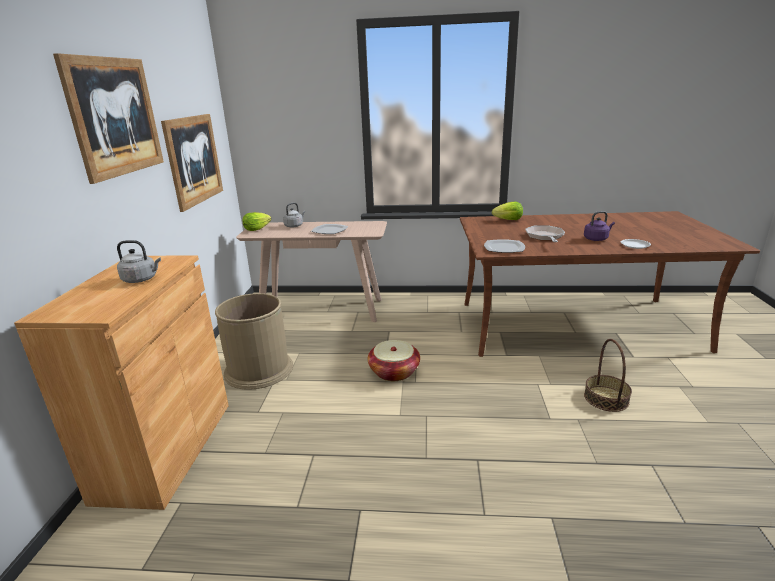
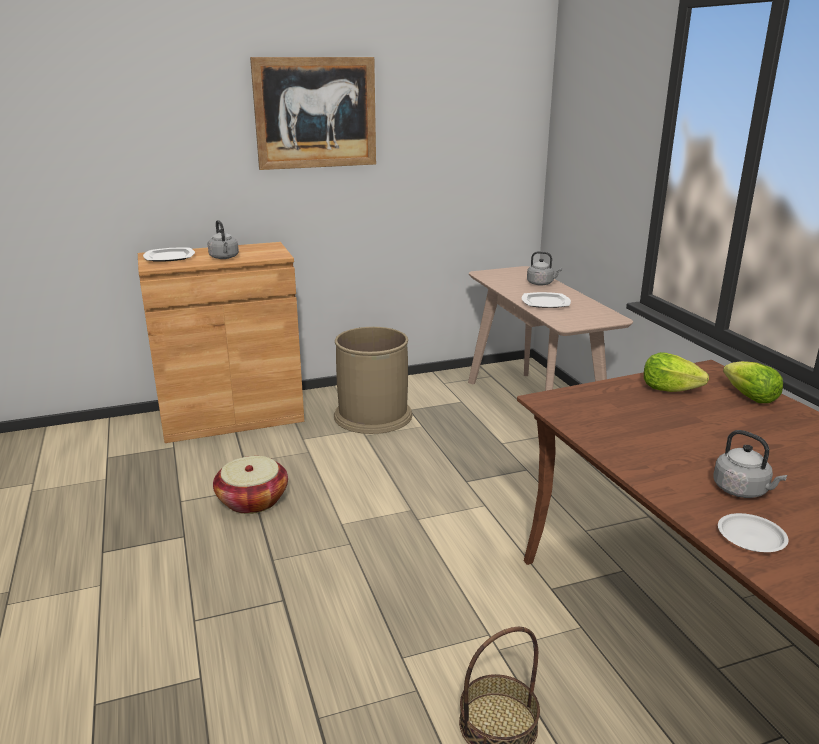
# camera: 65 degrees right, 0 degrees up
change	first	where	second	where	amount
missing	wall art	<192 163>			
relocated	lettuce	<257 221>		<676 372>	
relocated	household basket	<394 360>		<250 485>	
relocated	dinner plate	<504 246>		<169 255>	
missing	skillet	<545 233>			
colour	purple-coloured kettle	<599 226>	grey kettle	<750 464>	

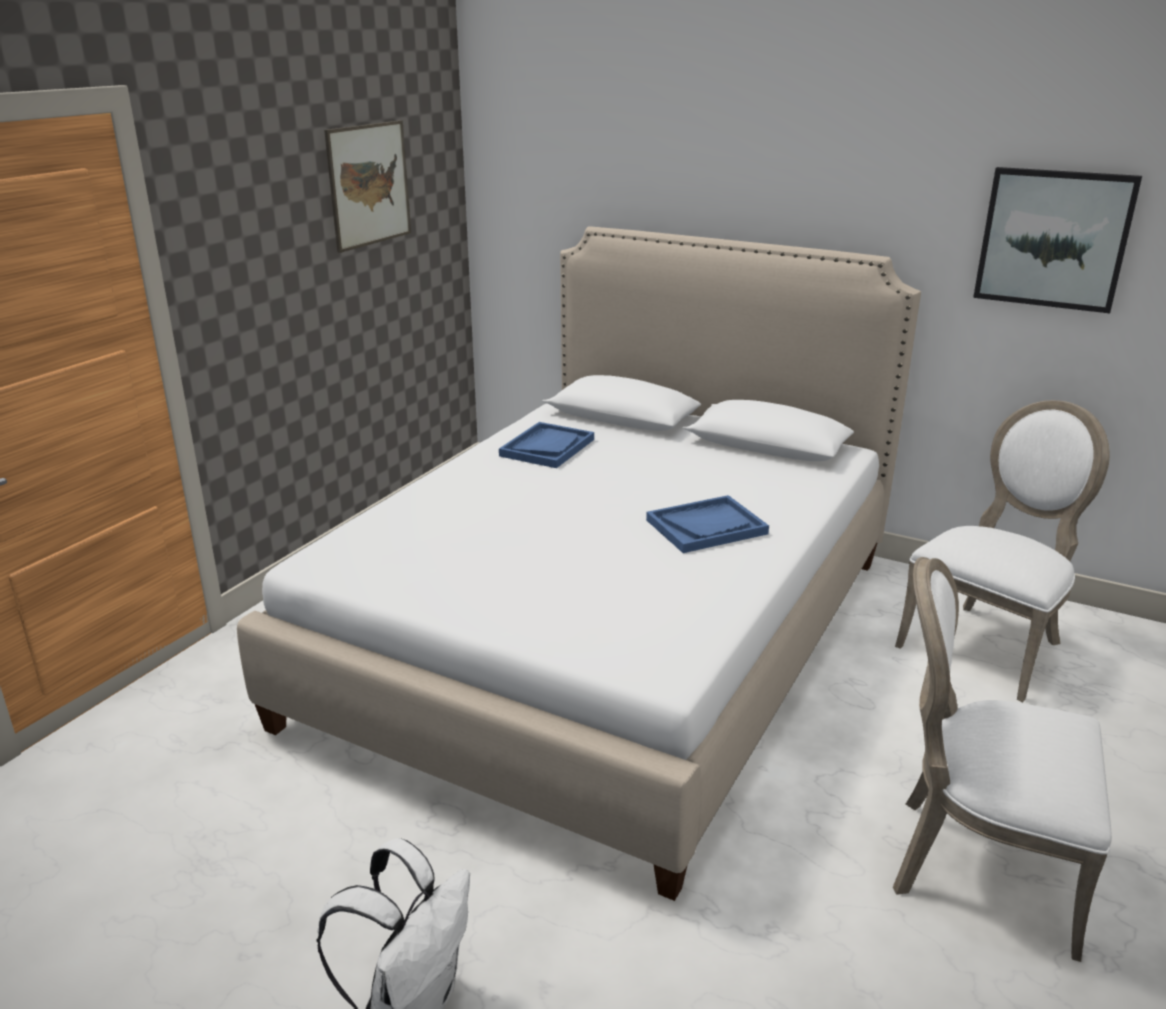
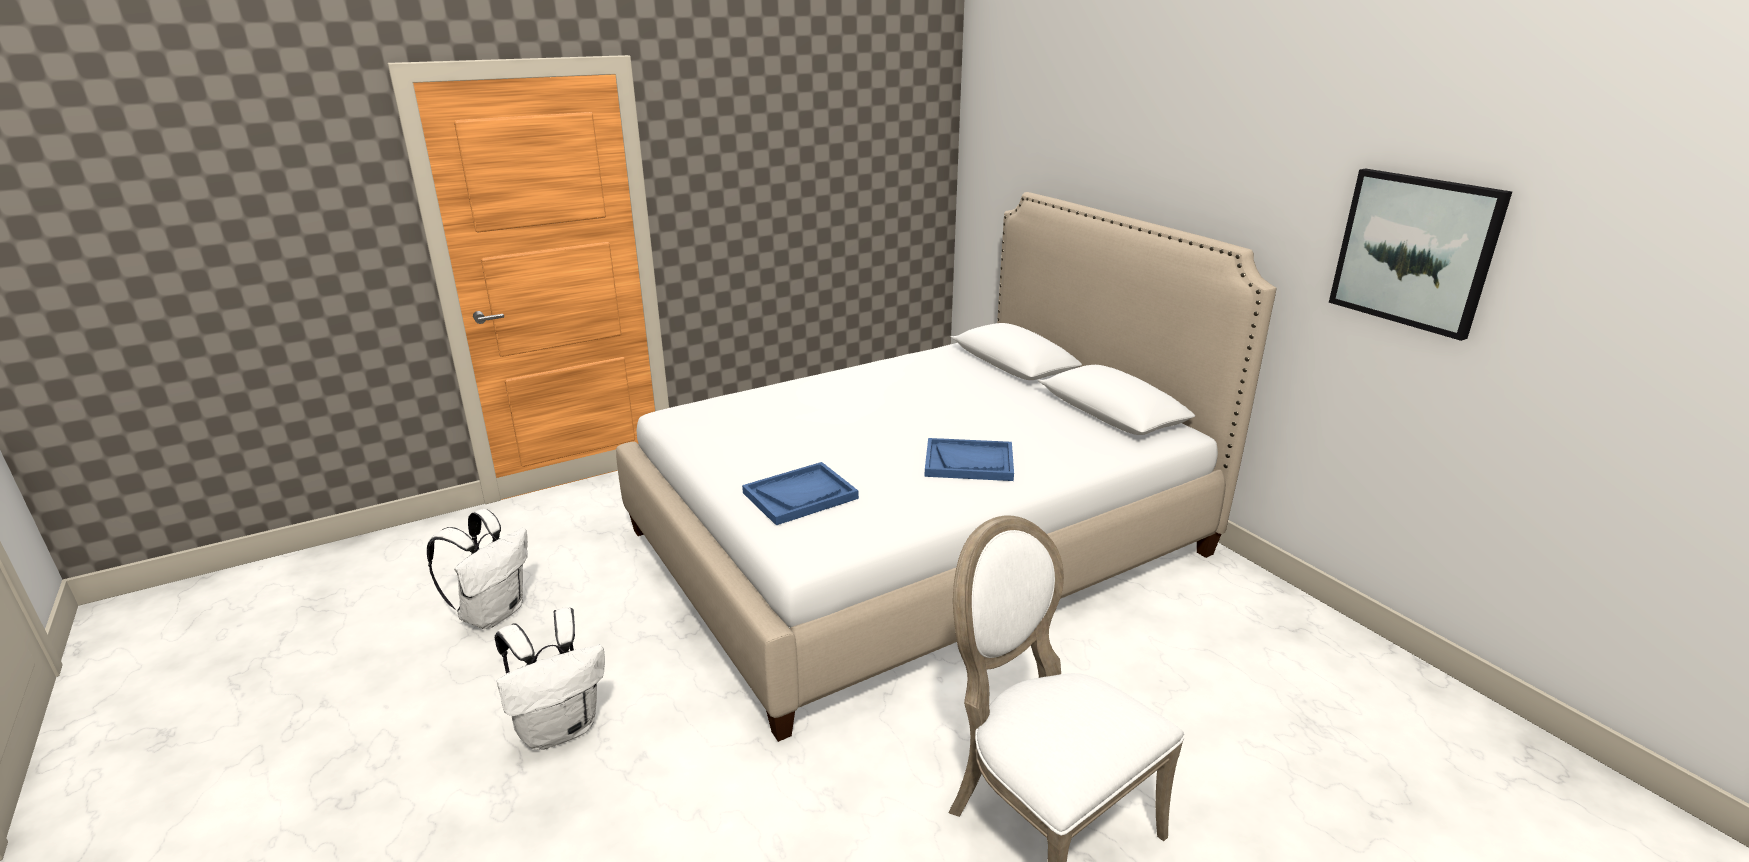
# camera: 30 degrees right, 0 degrees up
change	first	where	second	where	amount
missing	wall art	<367 186>			
relocated	blue tray	<546 445>		<800 493>	
missing	whitish plain chair	<1002 551>			
appeared			whitish knapsack	<477 569>	

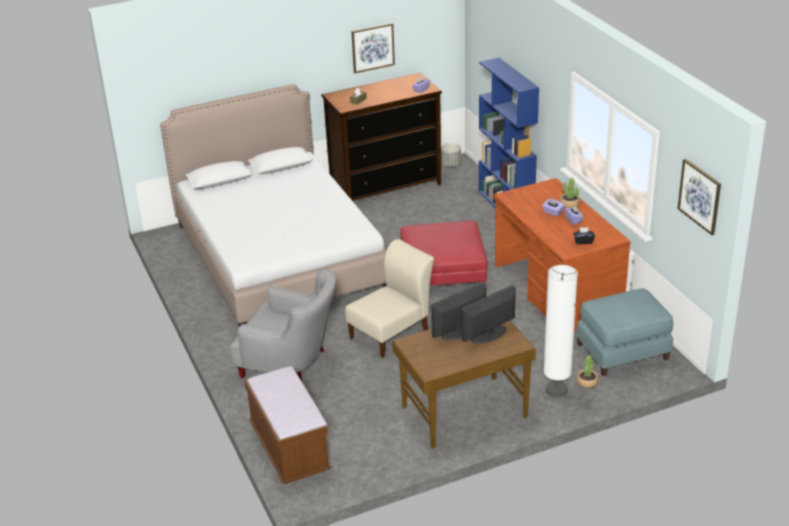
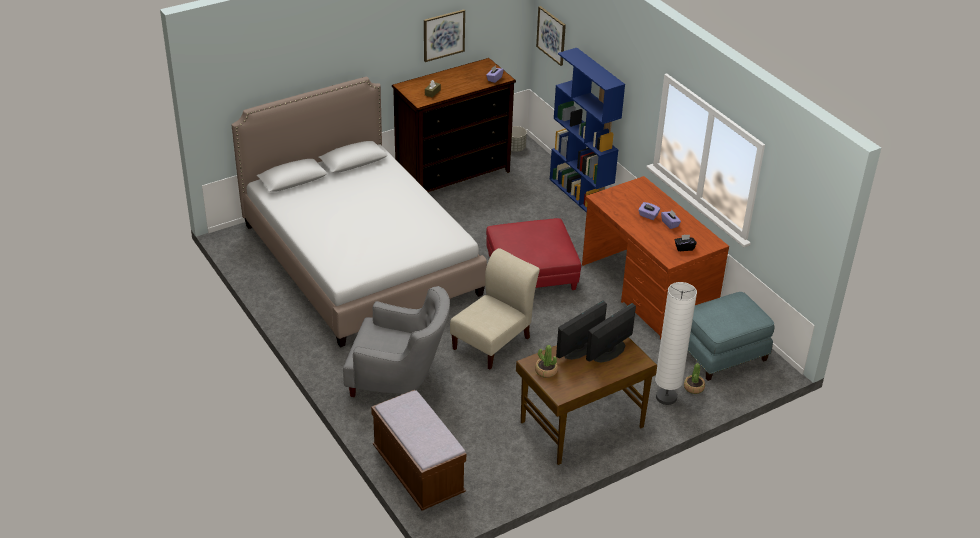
# camera: 10 degrees left, 5 degrees up
change	first	where	second	where	amount
relocated	plant in a pot	<570 193>		<546 361>	
relocated	wall art	<699 197>		<551 36>	

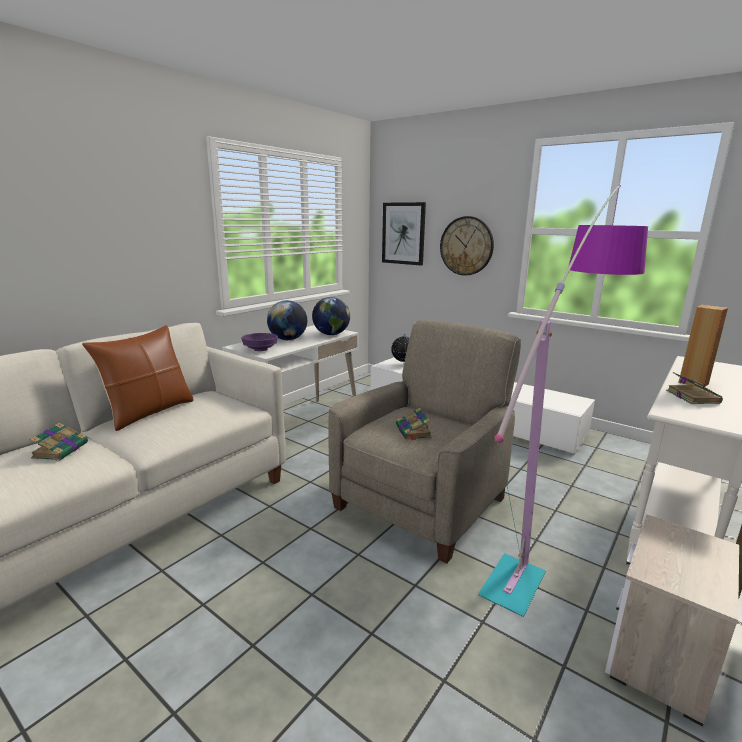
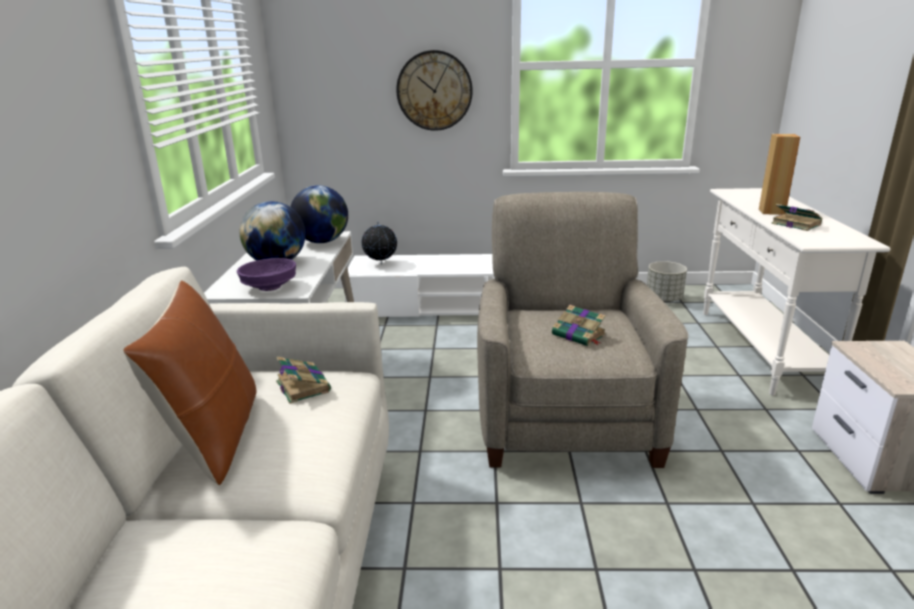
# camera: 35 degrees left, 5 degrees up
change	first	where	second	where	amount
relocated	volume	<59 442>		<303 380>	
missing	wall art	<404 234>			
missing	standard lamp	<563 401>			
appeared			grey flower pot	<667 281>	

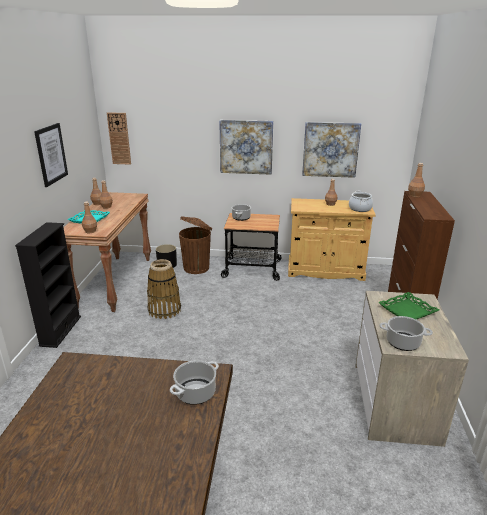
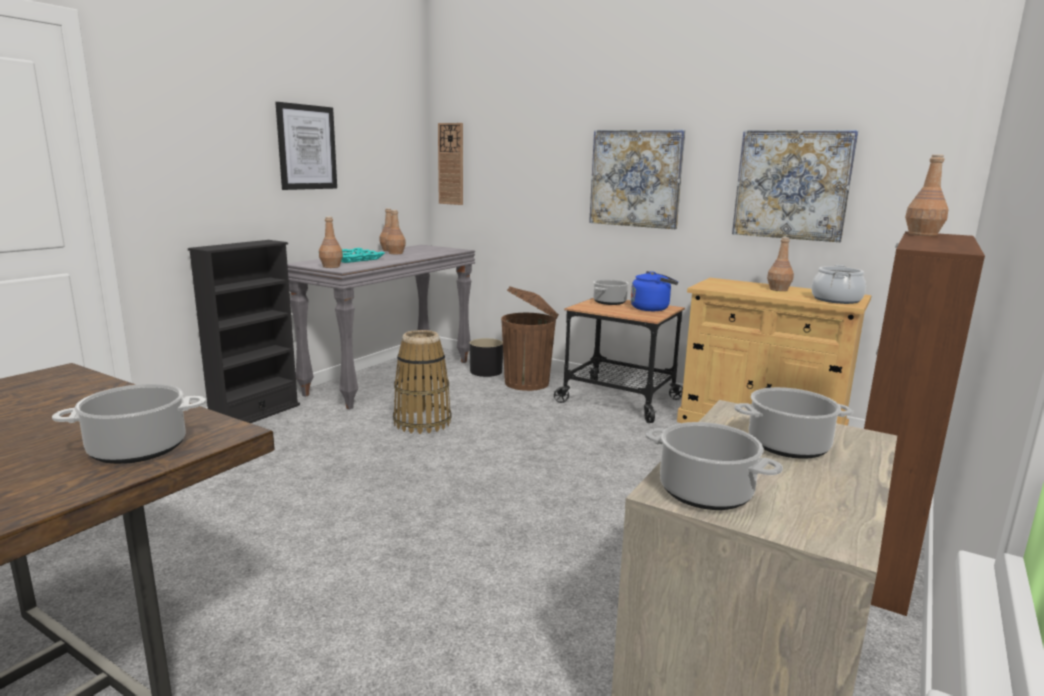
# camera: 25 degrees right, 10 degrees down
change	first	where	second	where	amount
colour	brown hall table	<107 252>	grey hall table	<381 327>	
exchanged	green-coloured tray	<408 306>	cooking pot	<794 423>	
appeared			blue kettle	<654 291>	

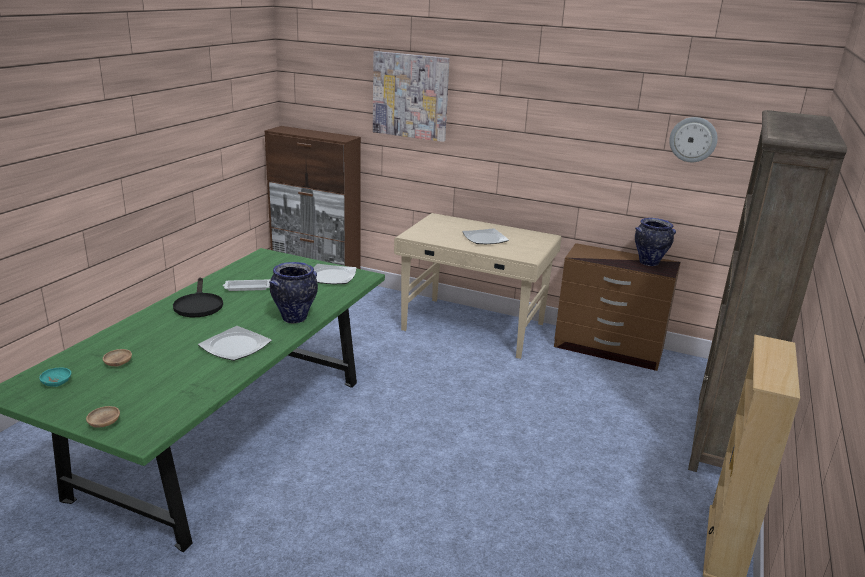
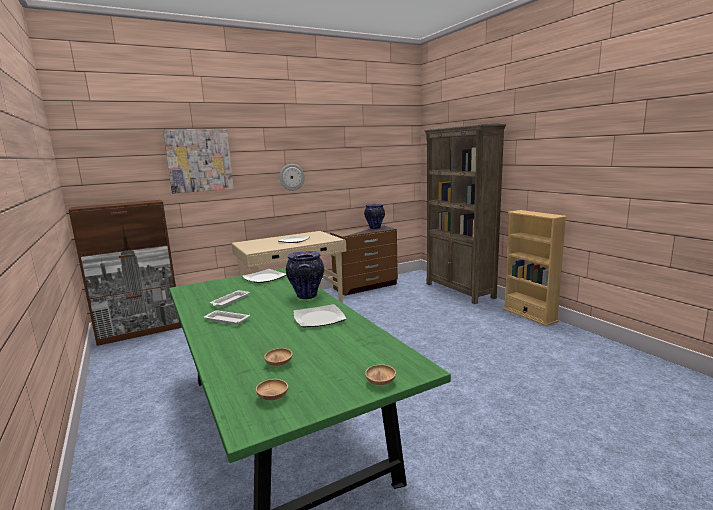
# camera: 50 degrees left, 10 degrees down
change	first	where	second	where	amount
colour	blue-green bowl	<55 377>	brown bowl	<272 389>	
exchanged	black skillet	<198 297>	whitish tray	<226 317>	
relocated	clock on the wall	<693 139>		<292 177>	

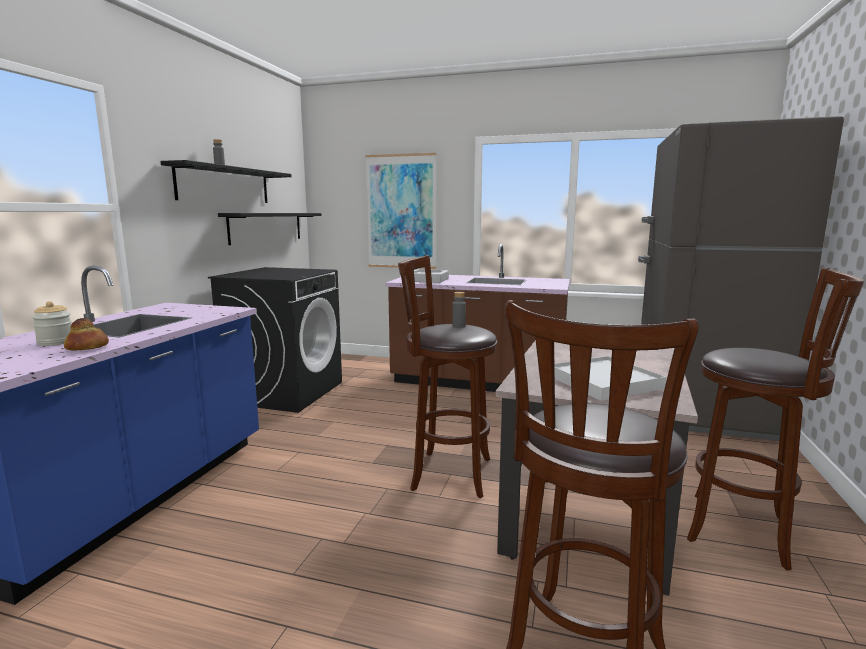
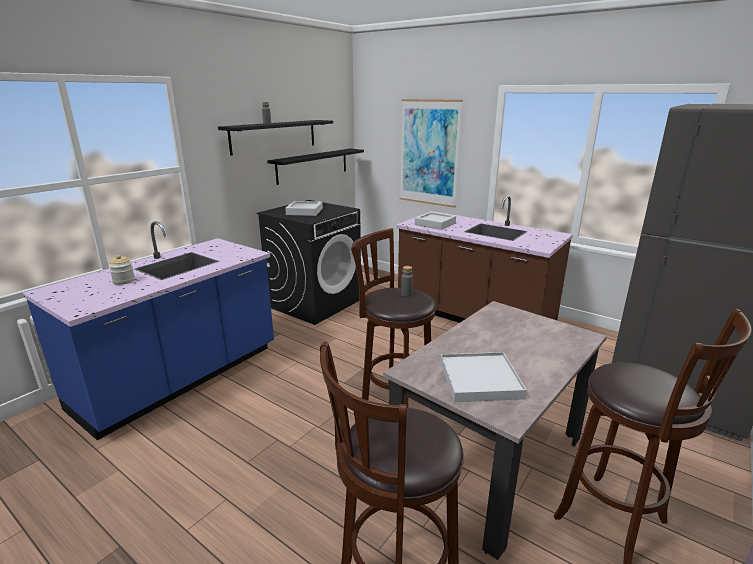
# camera: 20 degrees right, 10 degrees up
change	first	where	second	where	amount
missing	bread	<86 334>			
appeared			grey tray	<304 208>	

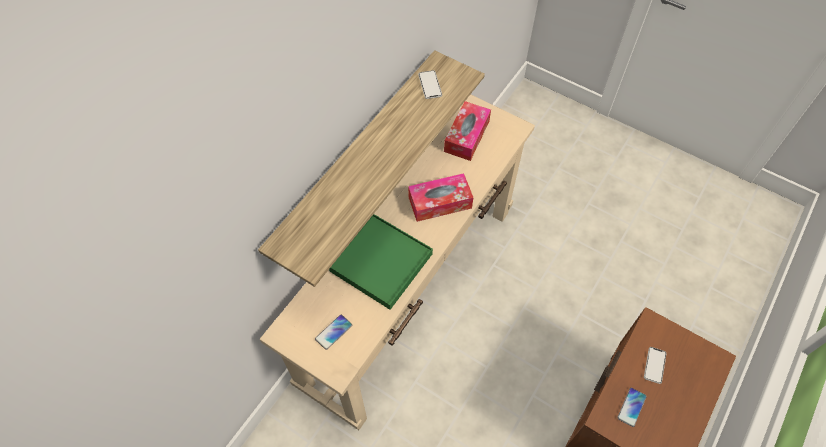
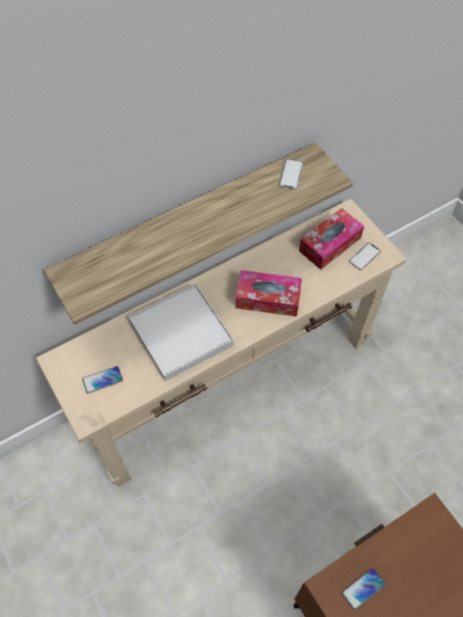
# camera: 25 degrees right, 0 degrees up
change	first	where	second	where	amount
colour	green-coloured tray	<381 262>	whitish tray	<181 332>	
relocated	telephone	<655 365>		<365 256>	

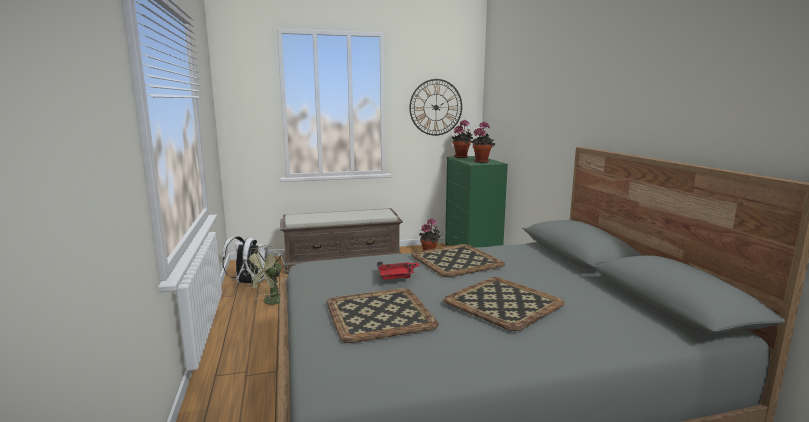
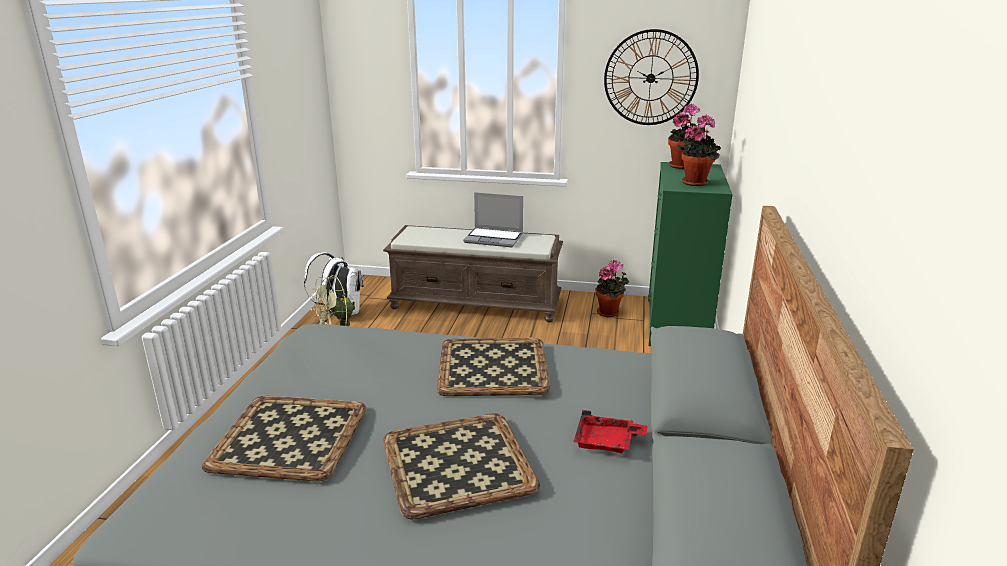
# camera: 25 degrees right, 10 degrees up
change	first	where	second	where	amount
relocated	red-coloured tray	<398 270>		<610 431>	
appeared			portable computer	<493 220>	

